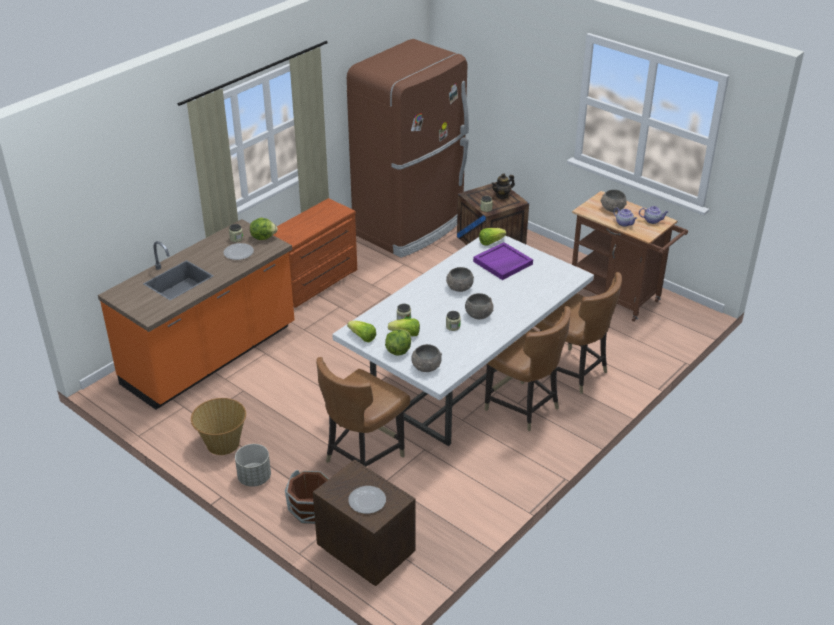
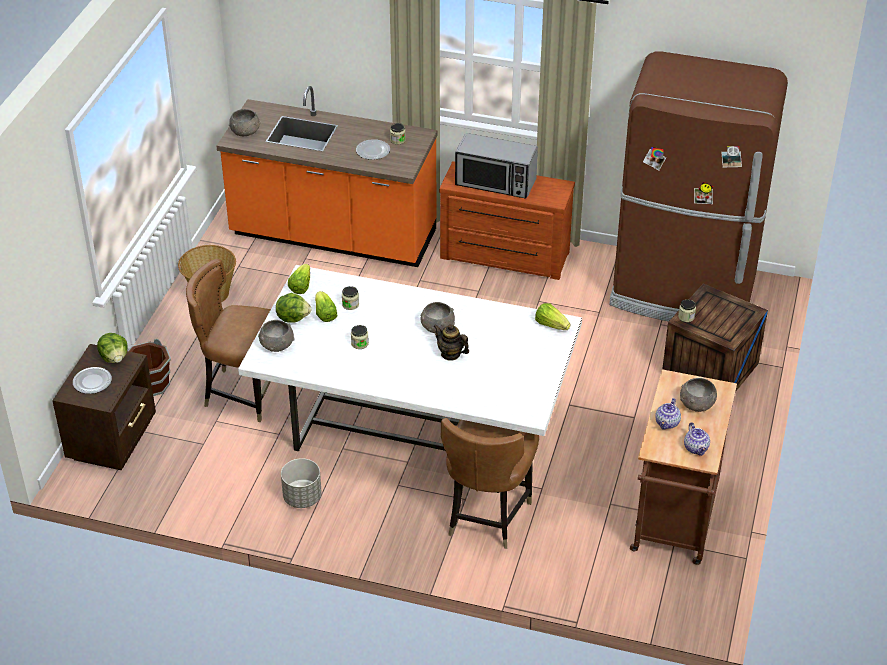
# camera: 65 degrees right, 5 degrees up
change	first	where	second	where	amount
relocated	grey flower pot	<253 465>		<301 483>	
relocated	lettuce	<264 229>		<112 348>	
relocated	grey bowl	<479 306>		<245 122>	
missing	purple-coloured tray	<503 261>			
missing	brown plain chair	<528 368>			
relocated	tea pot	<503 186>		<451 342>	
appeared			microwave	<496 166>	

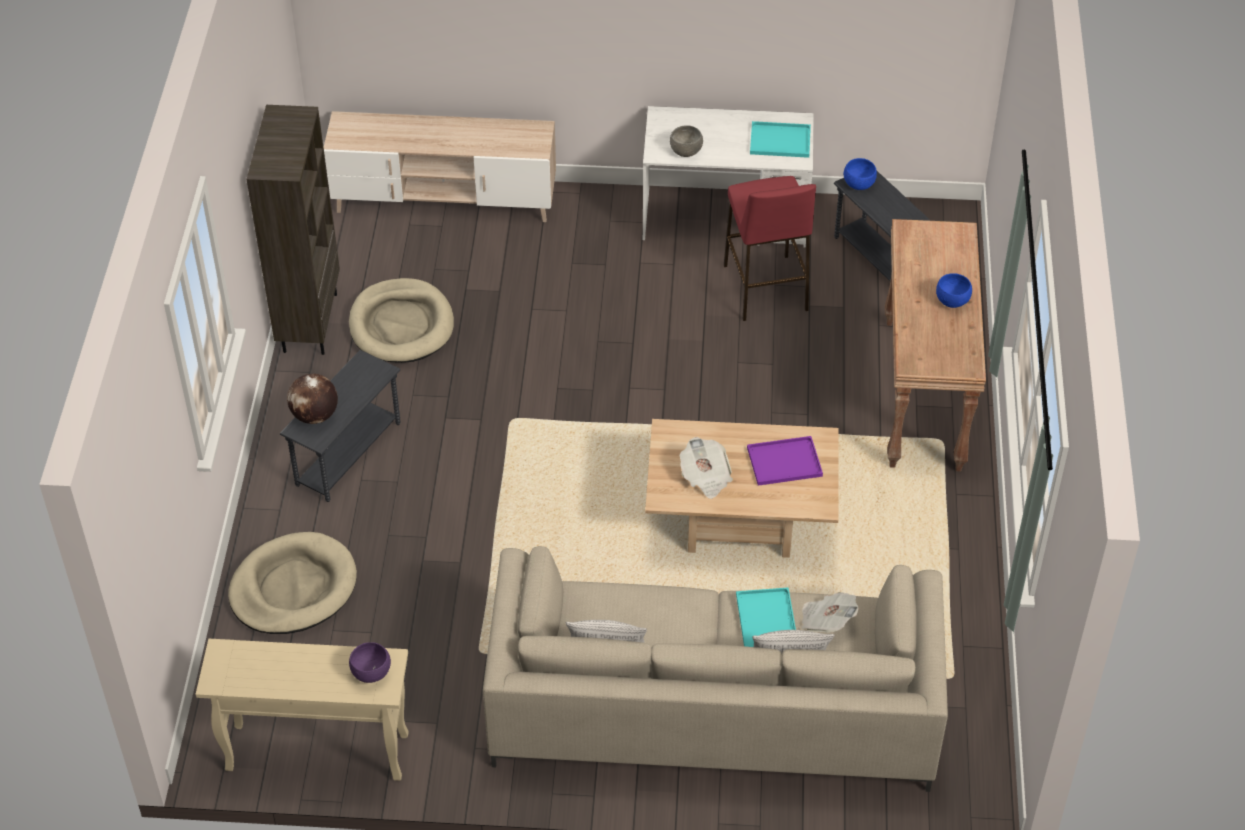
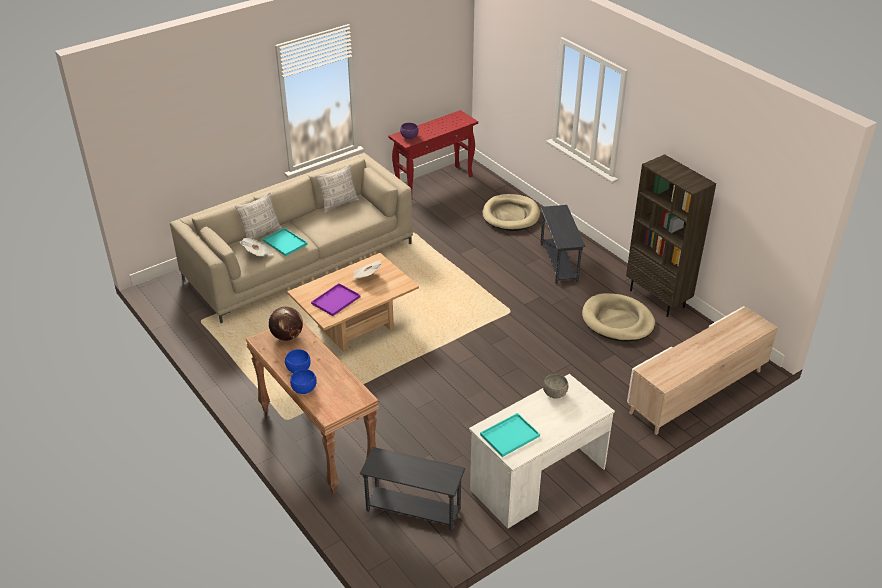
# camera: 140 degrees right, 10 degrees down
change	first	where	second	where	amount
colour	sand-coloured hall table	<302 710>	red-coloured hall table	<433 150>	
relocated	world globe	<312 399>		<286 324>	
missing	red-coloured stool	<770 248>			
relocated	blue bowl	<860 174>		<303 381>	

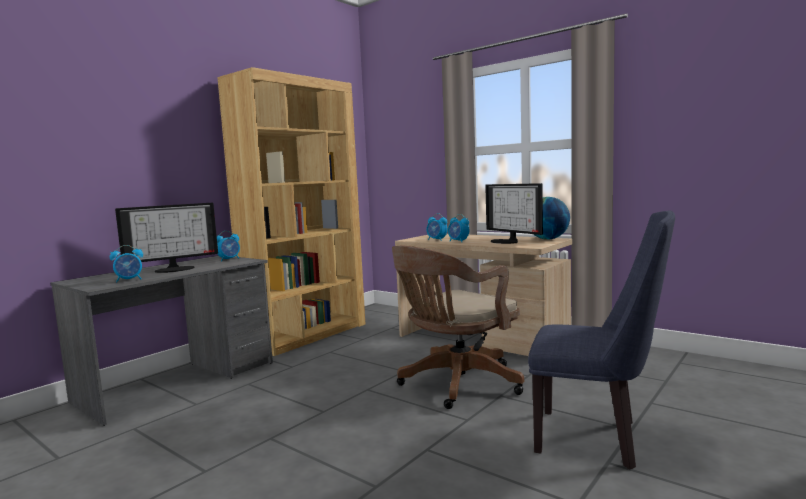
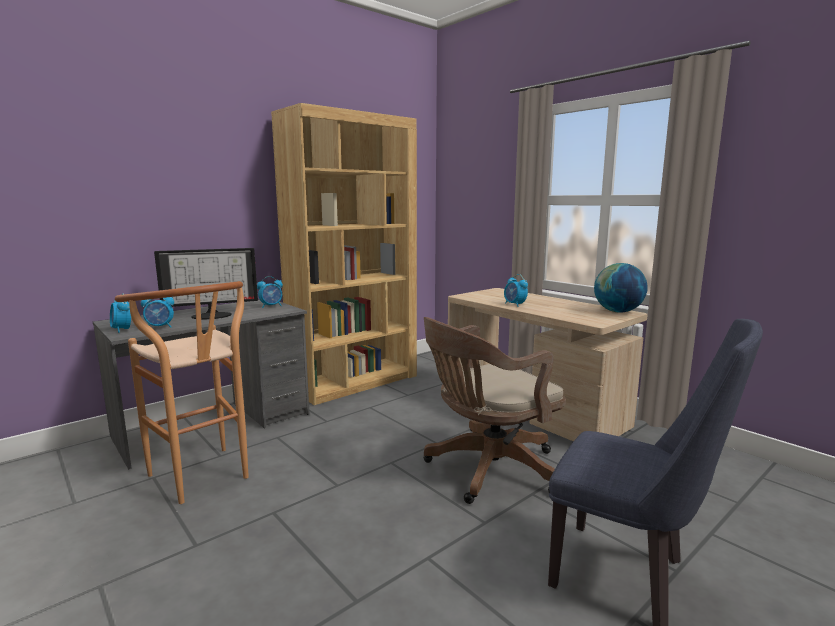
# camera: 10 degrees right, 5 degrees up
change	first	where	second	where	amount
relocated	table clock	<437 227>		<120 313>	
missing	monitor	<514 213>			
appeared			brown stool	<182 392>	

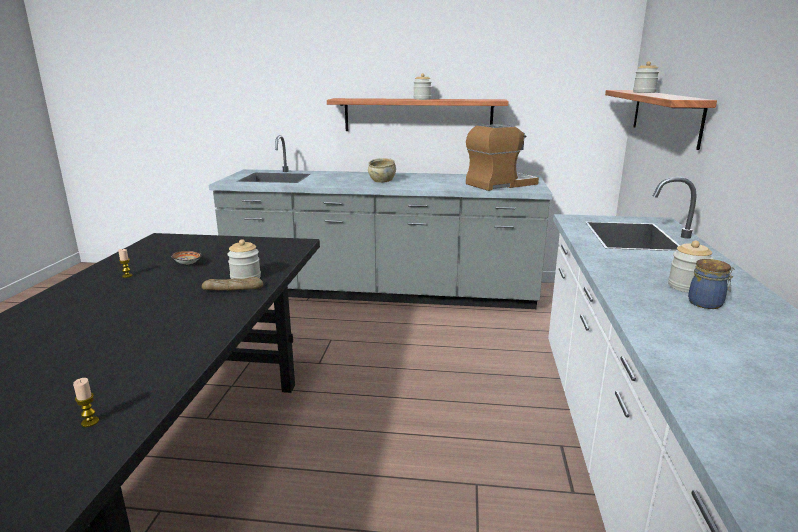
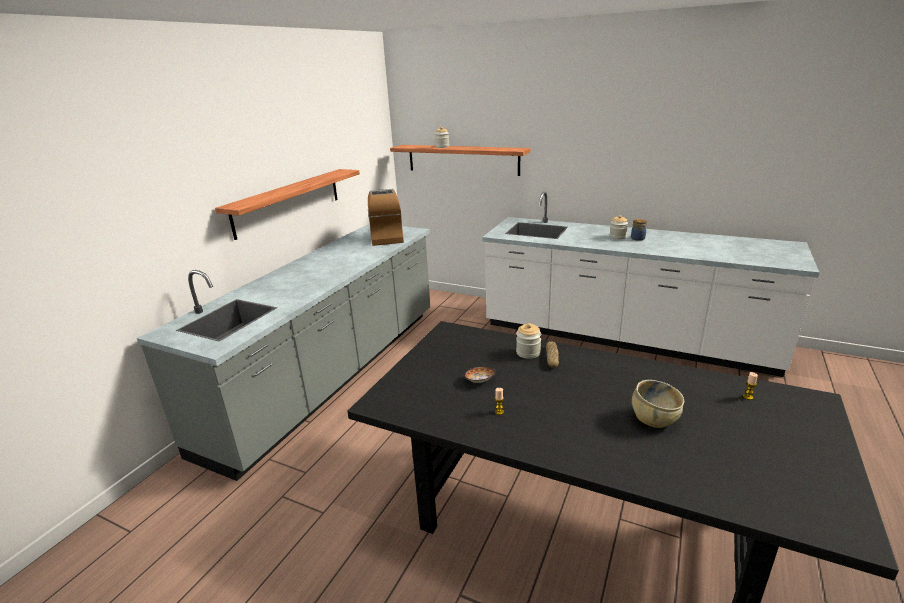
# camera: 70 degrees left, 5 degrees up
change	first	where	second	where	amount
relocated	sand-coloured bowl	<382 170>		<658 404>	
missing	storage jar	<423 86>			

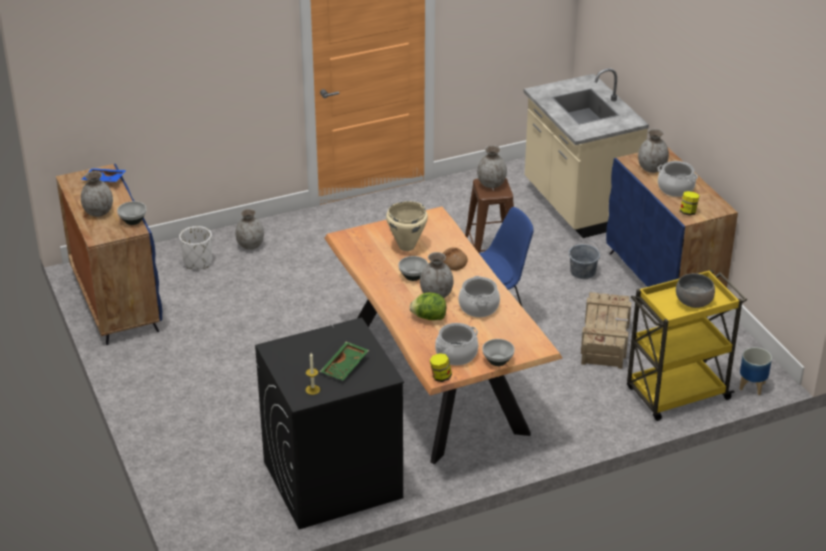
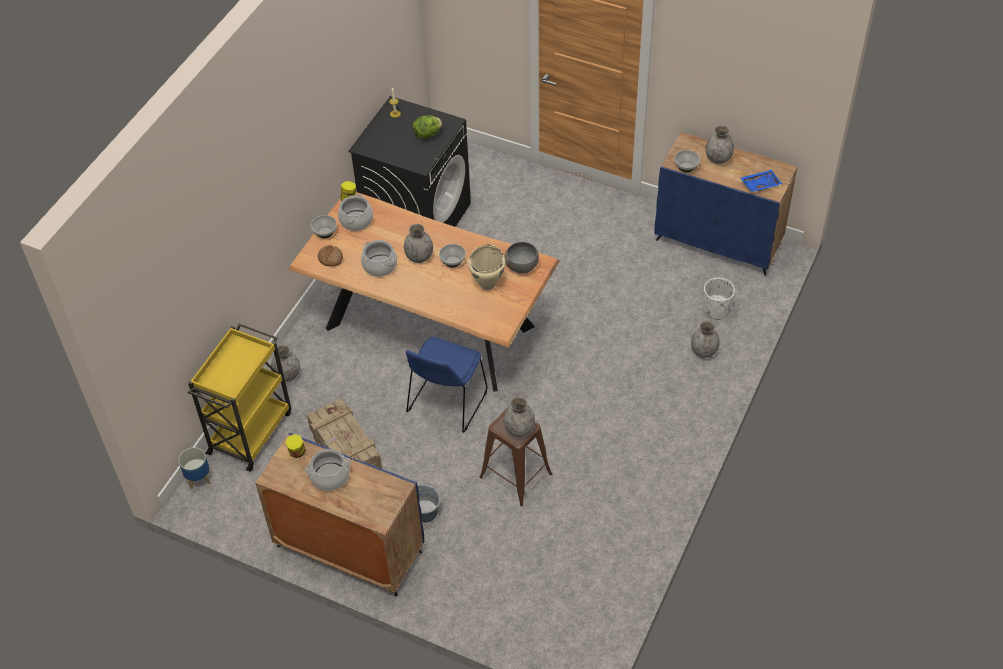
# camera: 140 degrees right, 15 degrees up
change	first	where	second	where	amount
missing	green-coloured tray	<344 360>			
relocated	lettuce	<428 306>		<427 127>	
relocated	bread	<455 258>		<330 256>	
missing	sand-coloured counter	<586 153>			
relocated	grey flower vase	<653 151>		<285 363>	
relocated	grey bowl	<695 290>		<522 257>	

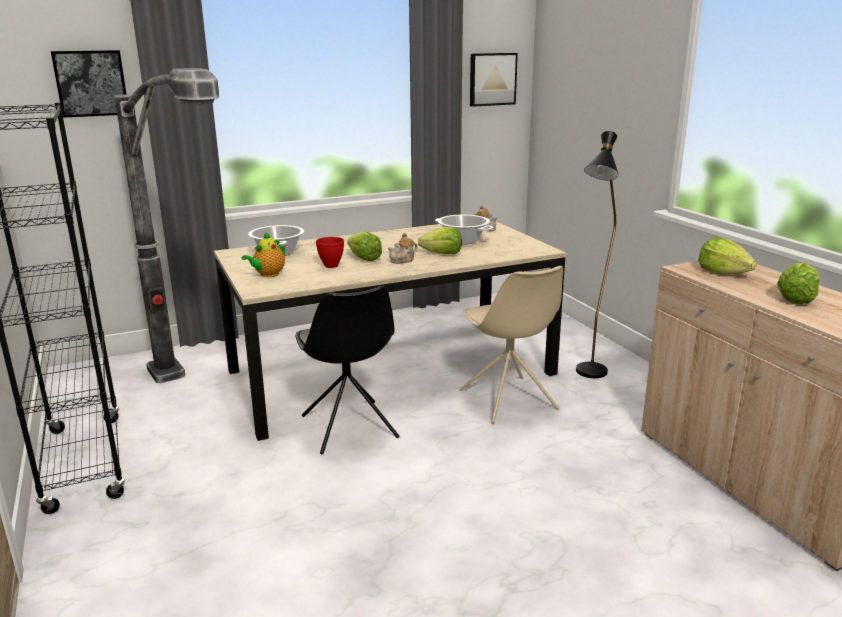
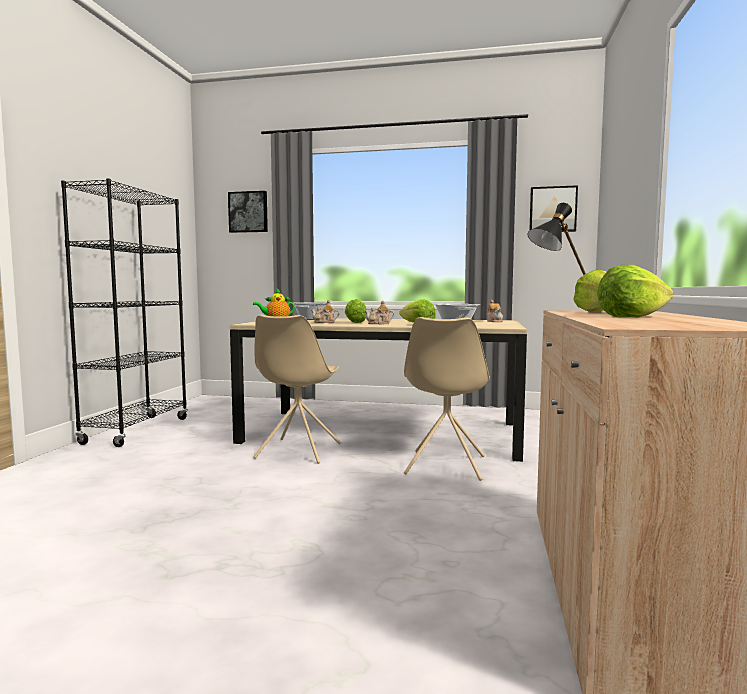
# camera: 35 degrees right, 15 degrees down
change	first	where	second	where	amount
missing	standard lamp	<167 225>			
colour	black plain chair	<348 370>	sand-coloured plain chair	<297 389>	
exchanged	red-coloured bowl	<330 252>	tea pot	<325 311>	

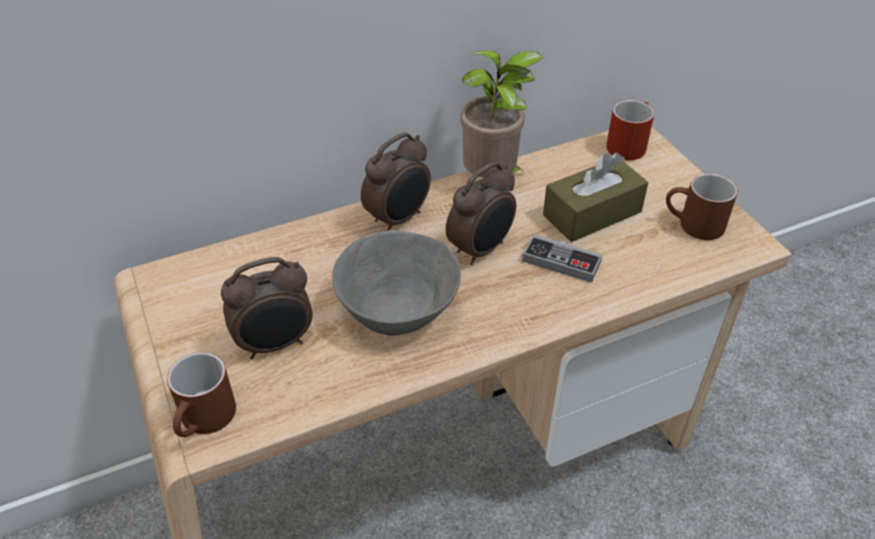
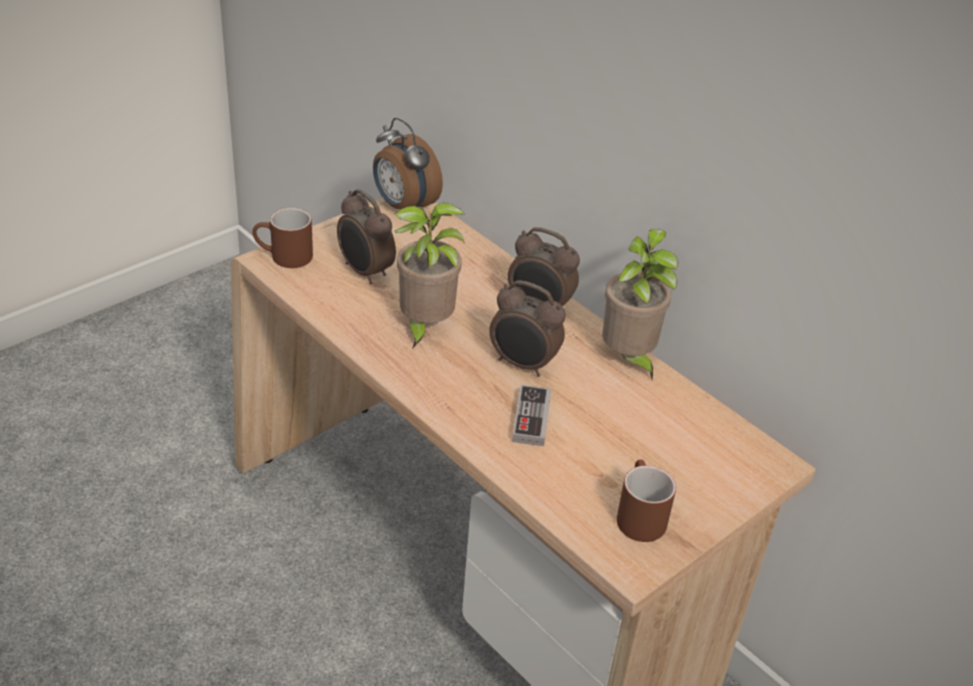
# camera: 70 degrees right, 5 degrees down
change	first	where	second	where	amount
exchanged	grey bowl	<396 283>	plant in a pot	<429 276>	
missing	brown tissue holder	<595 197>			
missing	red-coloured tea mug	<630 130>			
appeared			table clock	<408 163>	

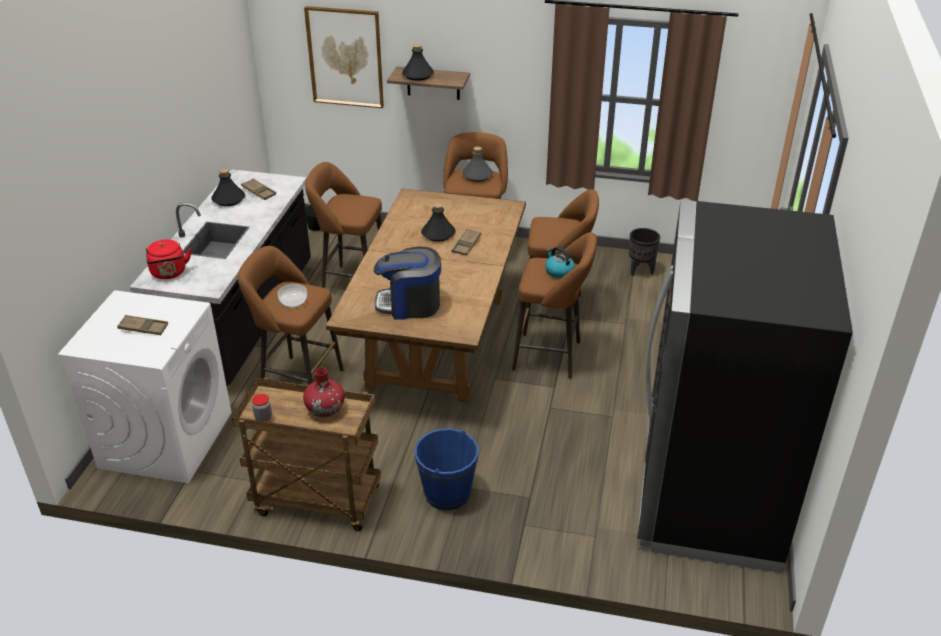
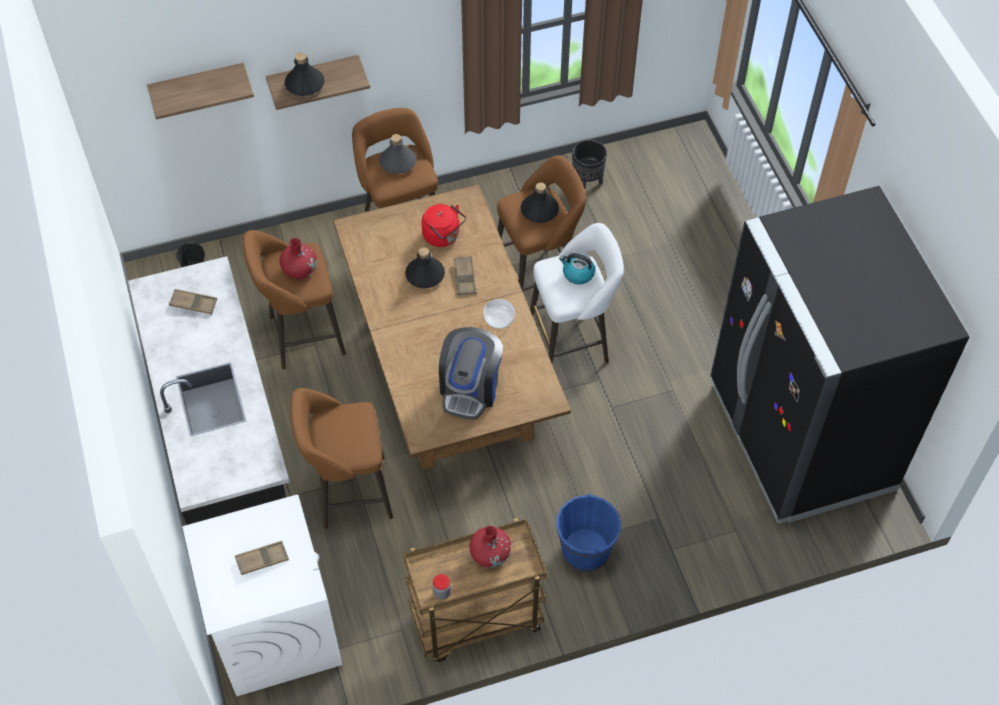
# camera: 30 degrees left, 20 degrees up
change	first	where	second	where	amount
relocated	red-coloured kettle	<168 259>		<443 225>	
relocated	black drink bottle	<228 187>		<540 203>	
relocated	bowl	<292 296>		<499 314>	
exchanged	wall art	<344 57>	bracket shelf	<200 91>	
spun	coffee machine	<407 283>		<471 373>	45 degrees counterclockwise
colour	brown stool	<554 305>	whitish stool	<577 293>	
appeared			red-coloured flower vase	<298 258>	

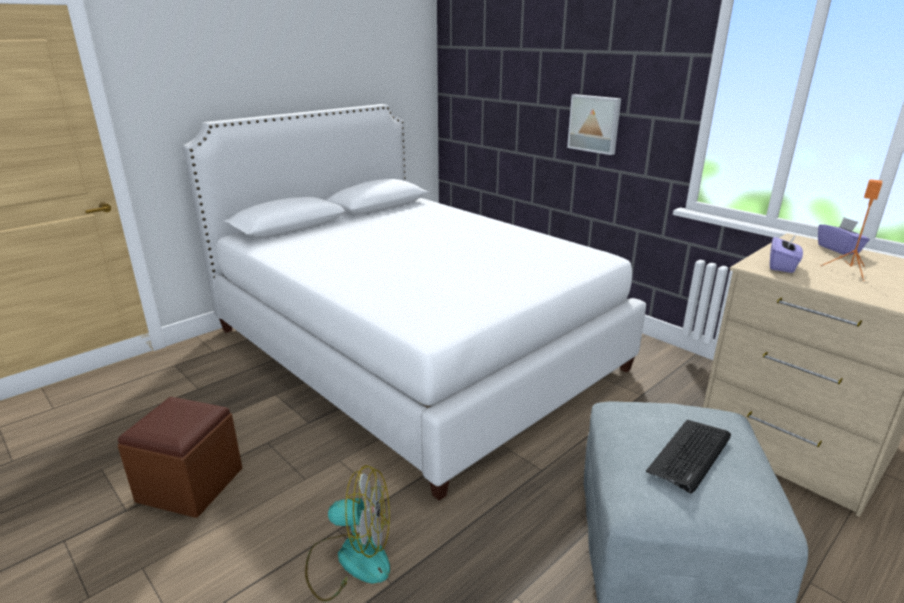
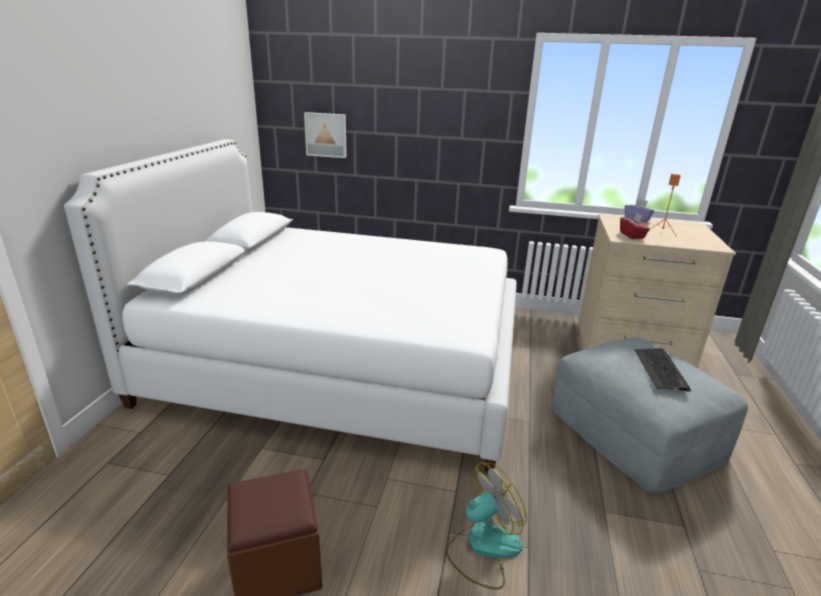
# camera: 35 degrees left, 0 degrees up
change	first	where	second	where	amount
relocated	wall art	<594 124>		<325 135>	
colour	purple-coloured tissue holder	<786 254>	red-coloured tissue holder	<635 226>	

